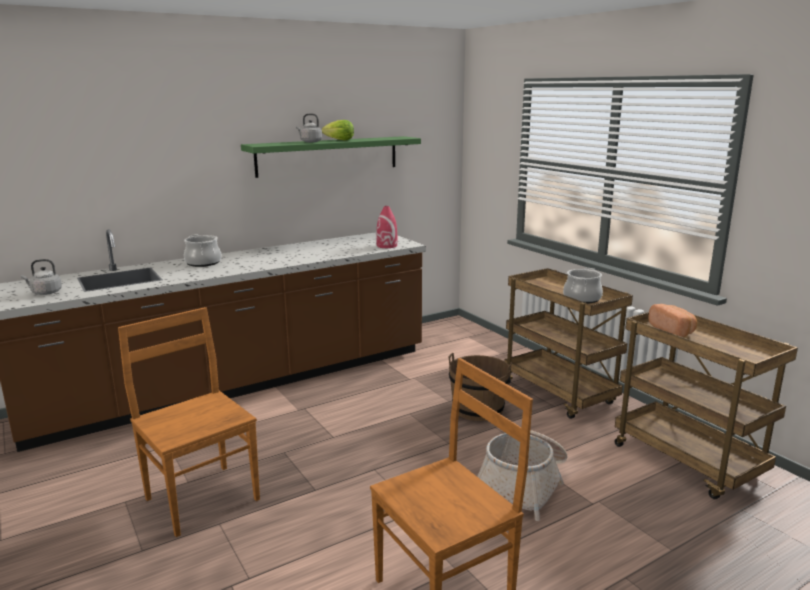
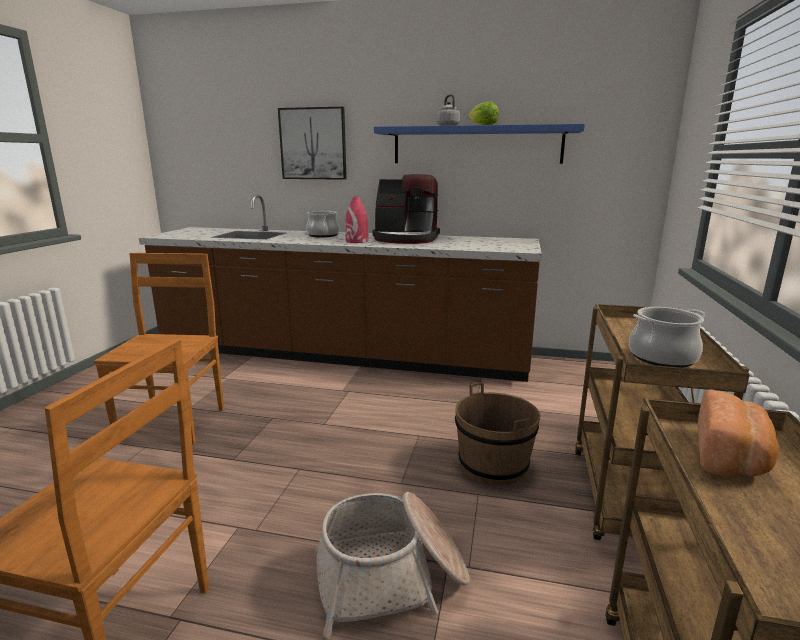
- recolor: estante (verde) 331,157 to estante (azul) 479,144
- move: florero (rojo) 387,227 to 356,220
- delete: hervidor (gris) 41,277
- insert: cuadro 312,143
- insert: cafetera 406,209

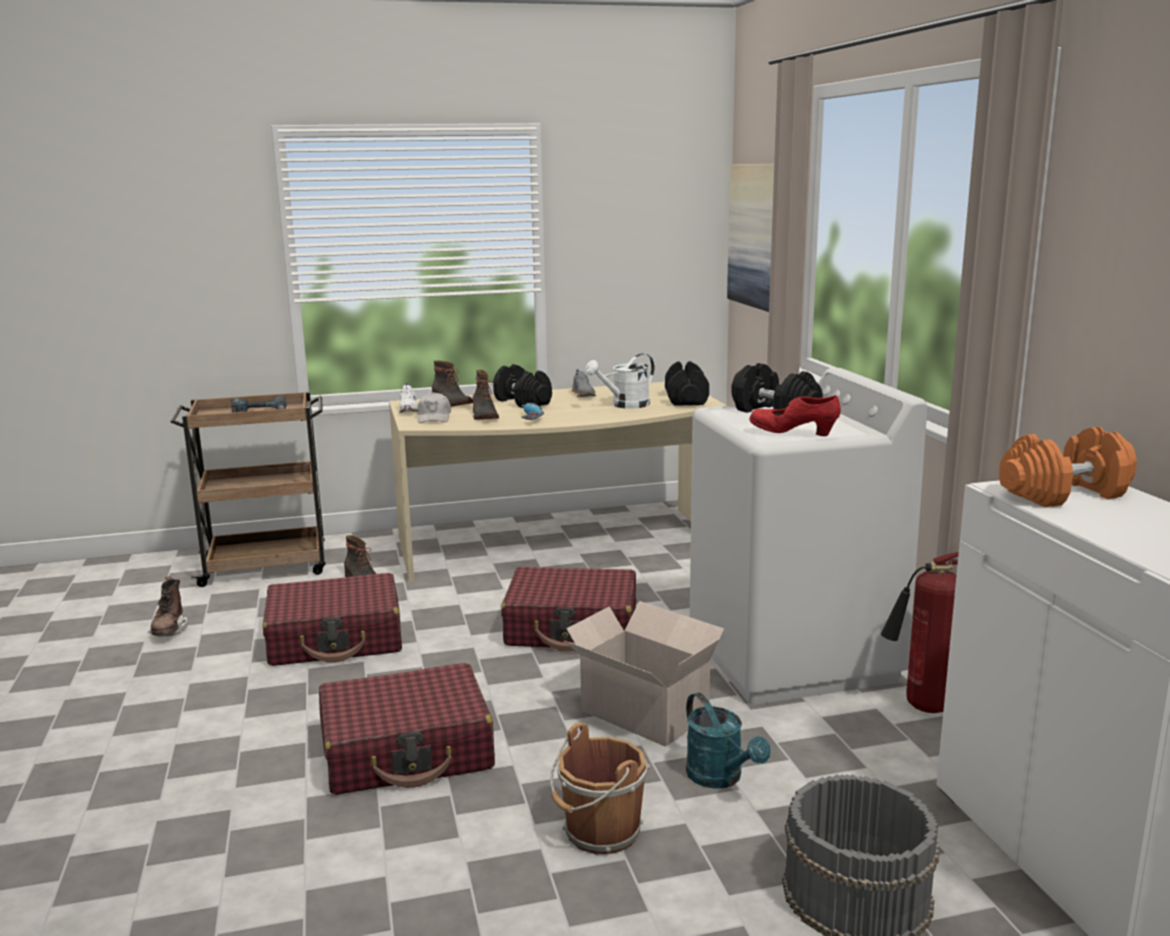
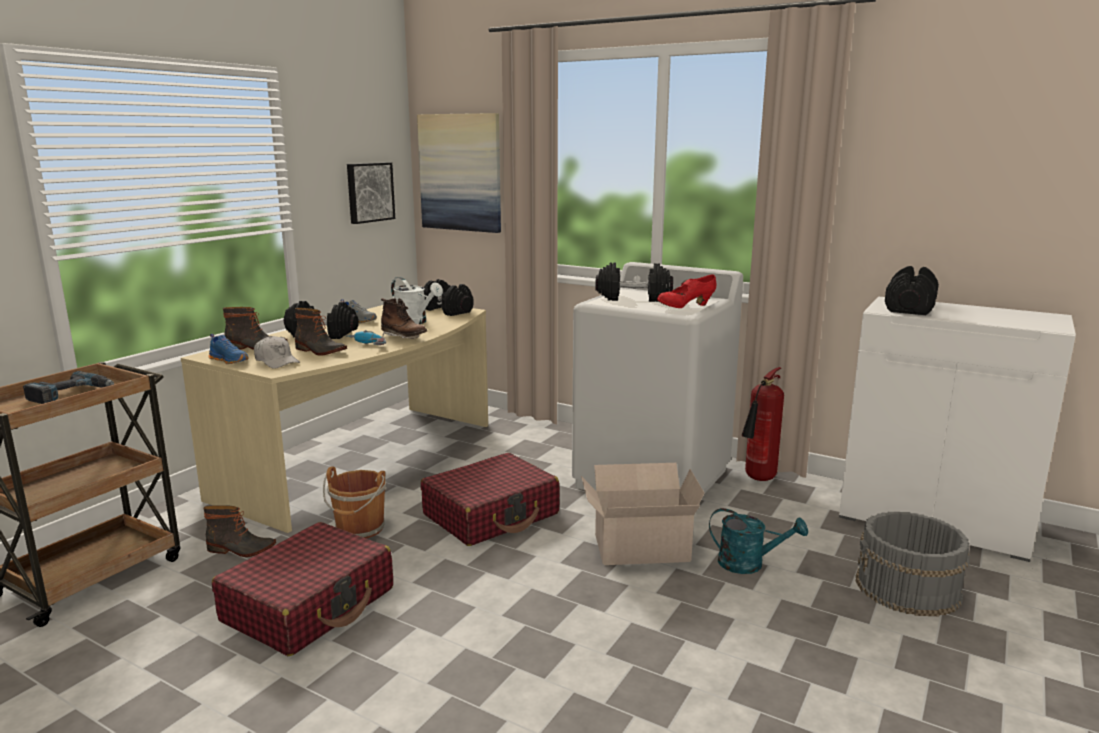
- rotate: regadera (blanco) 620,381 = 417,300 60 degrees counterclockwise
- recolor: zapato (blanco) 408,398 to zapato (azul) 228,349
- recolor: mancuerna (naranja) 1068,467 to mancuerna (negro) 912,290
- move: bota (marrón) 168,606 to 404,318
- delete: maleta (rojo) 407,729
- move: cubo (marrón) 600,788 to 355,502
- insert: cuadro 371,193

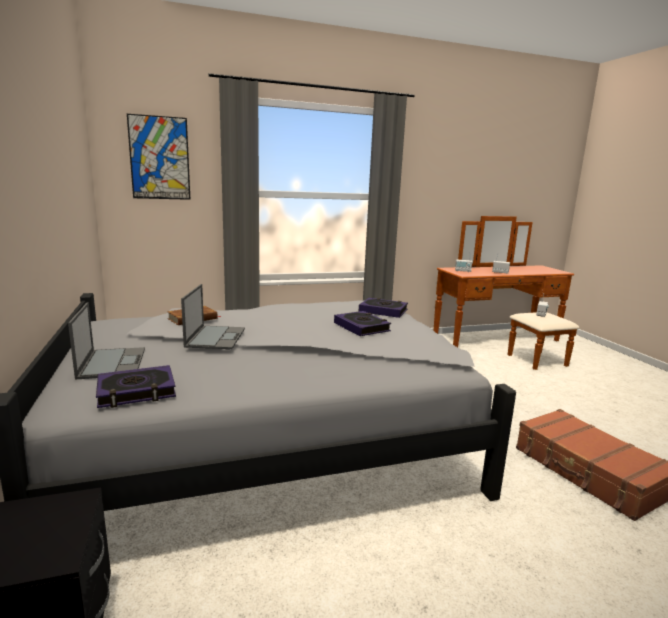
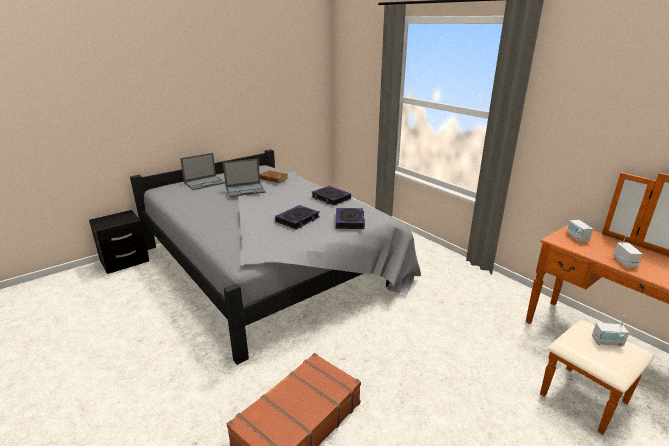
- delete: cuadro 159,157
- move: libro 136,386 to 331,196

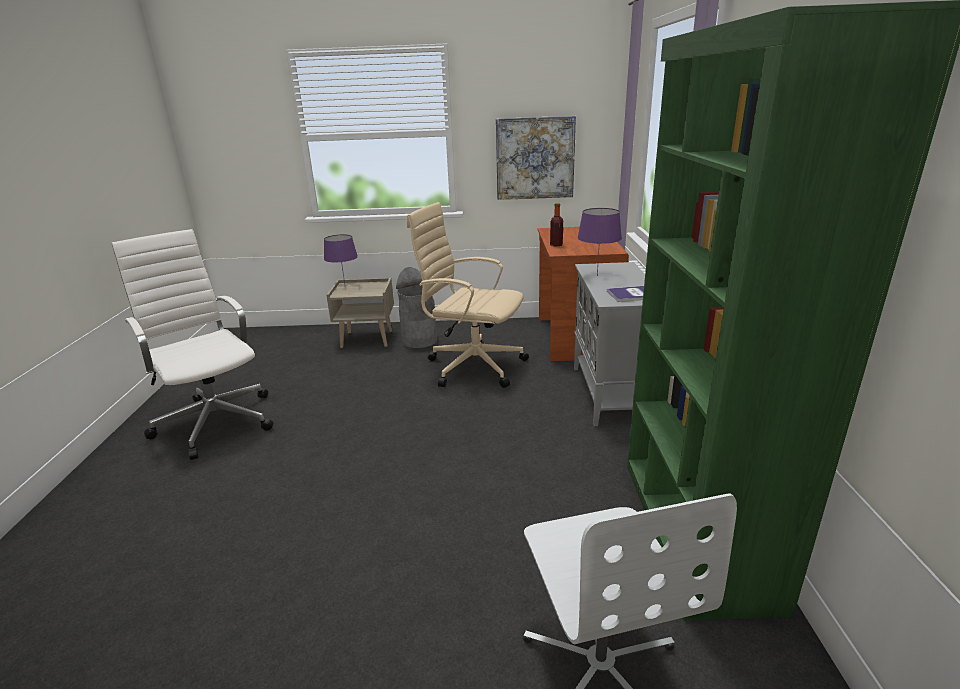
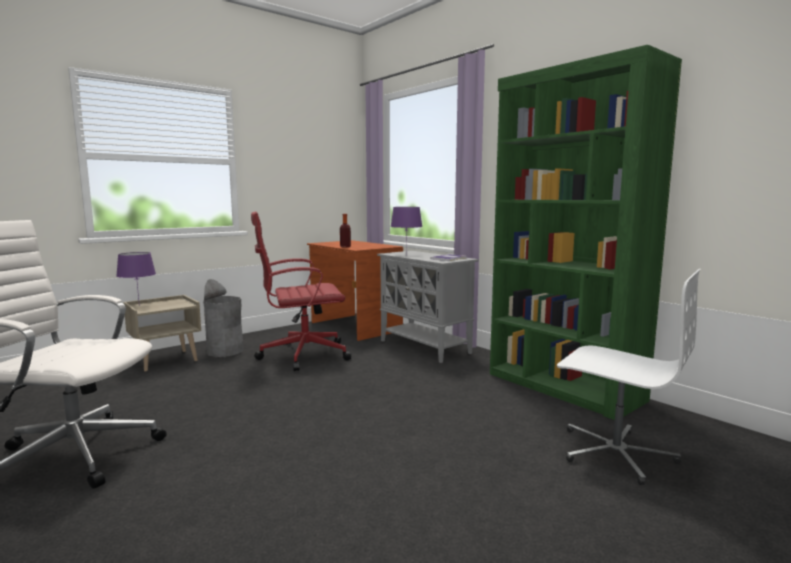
- delete: cuadro 536,158
- recolor: silla de oficina (beis) 468,295 to silla de oficina (rojo) 301,291

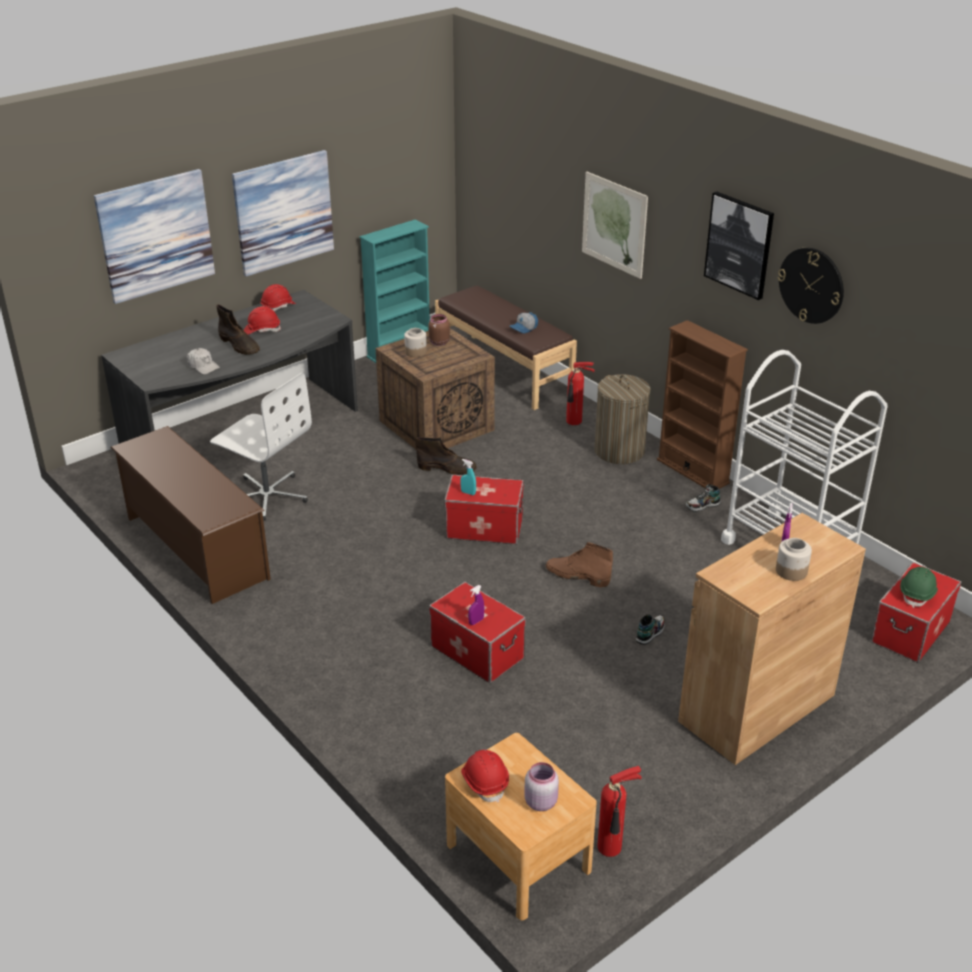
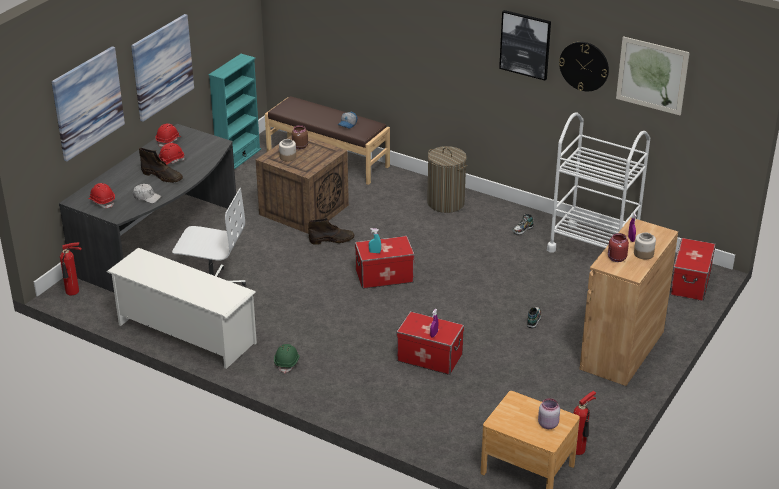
- move: cuadro 615,225 to 653,75
- delete: estantería (marrón) 702,404
- move: extintor 580,393 to 70,268
- recolor: zapatero (marrón) 191,515 to zapatero (blanco) 182,308
- delete: bota (marrón) 579,564
- move: casco (verde) 919,587 to 287,358
- move: casco (rojo) 485,776 to 101,195
- insert: tarro (rojo) 618,247

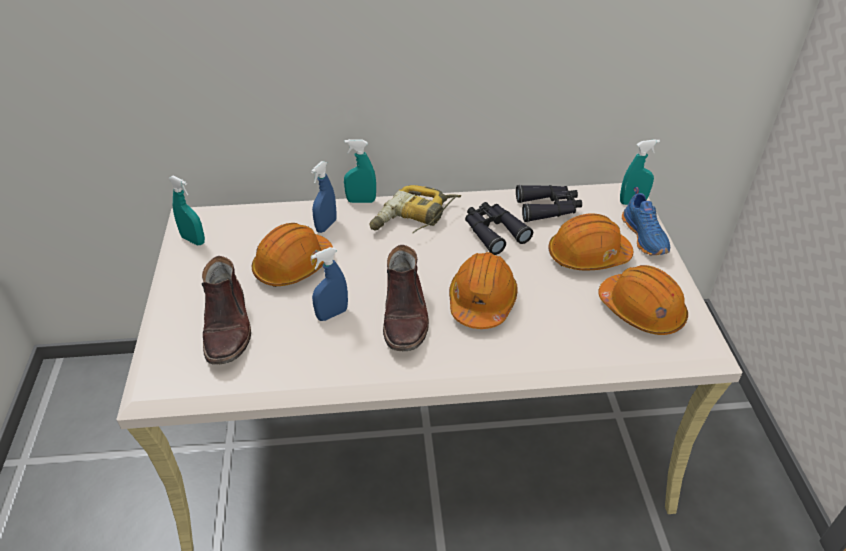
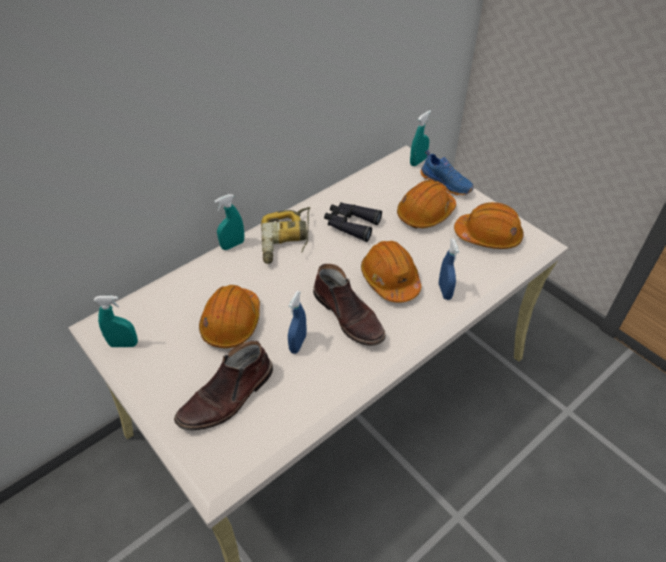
- move: pulverizador (azul) 324,197 to 449,269
- delete: prismáticos (negro) 549,203
- rotate: bota (marrón) 226,310 = 223,385 90 degrees clockwise

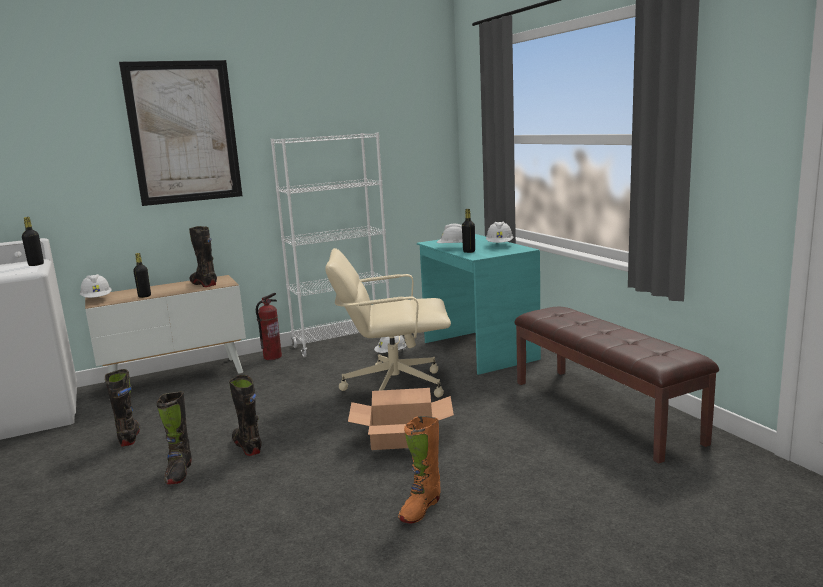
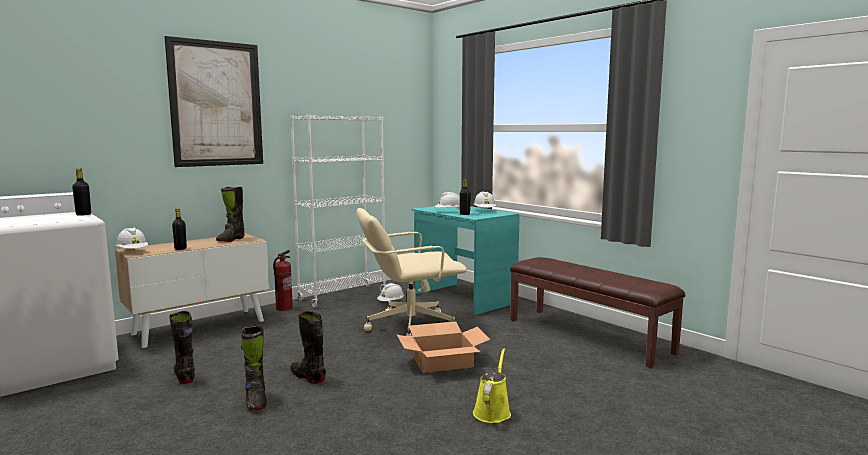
- rotate: bota (negro) 203,256 = 230,214 105 degrees counterclockwise
- replace: bota (naranja) 419,469 to regadera (amarillo) 492,385

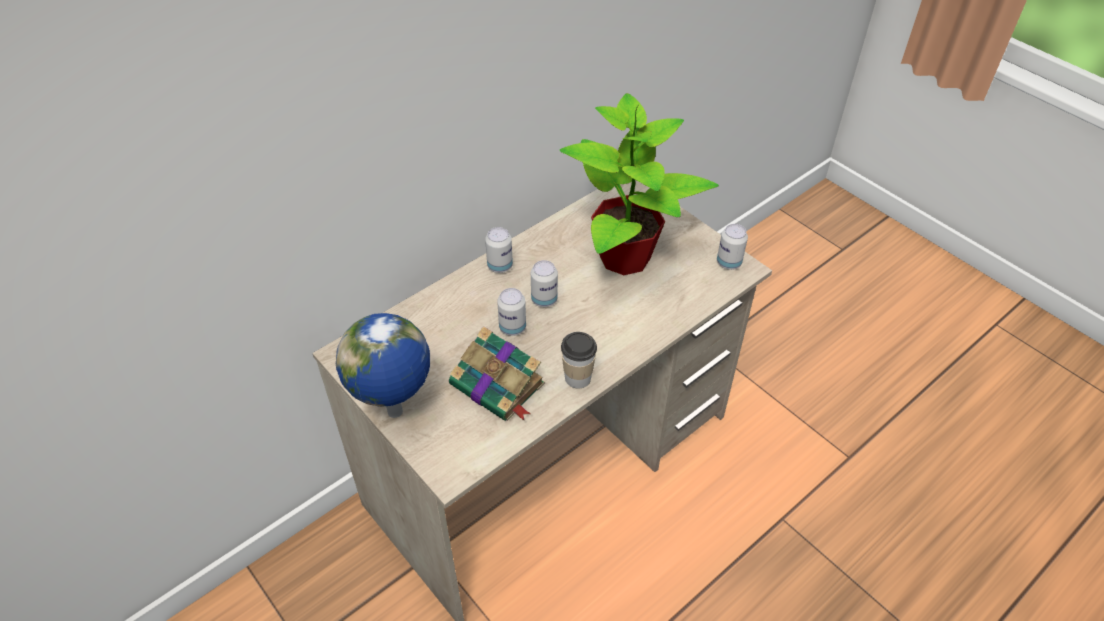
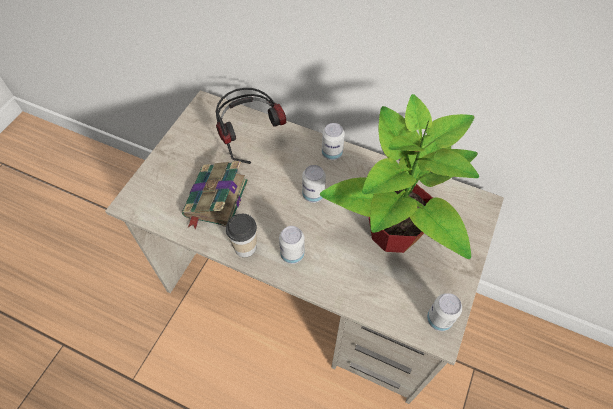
- move: lata 511,312 to 291,245
- delete: globo terráqueo 383,365
- insert: auriculares 251,126

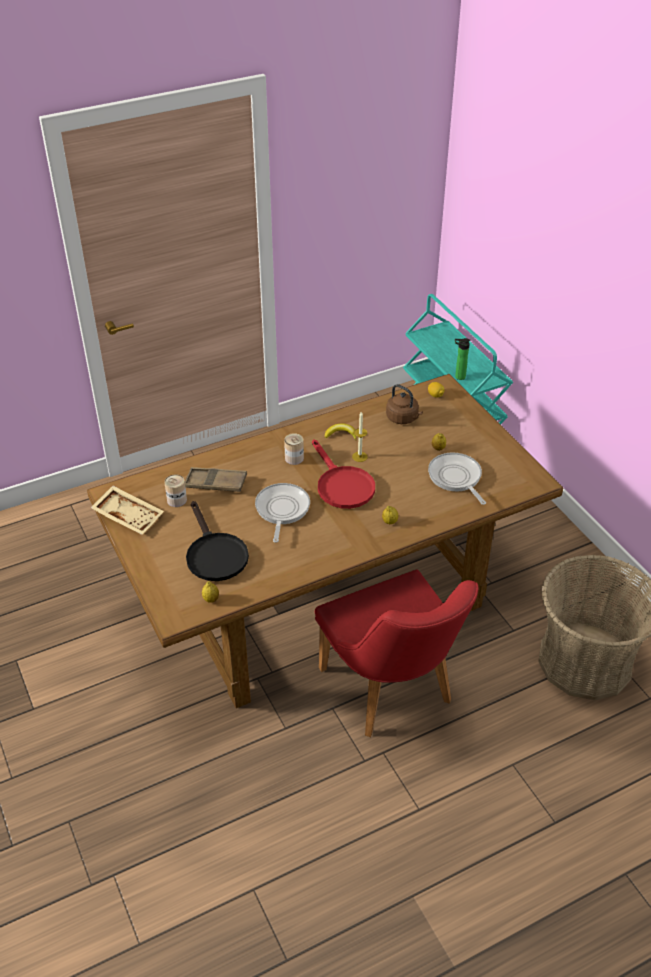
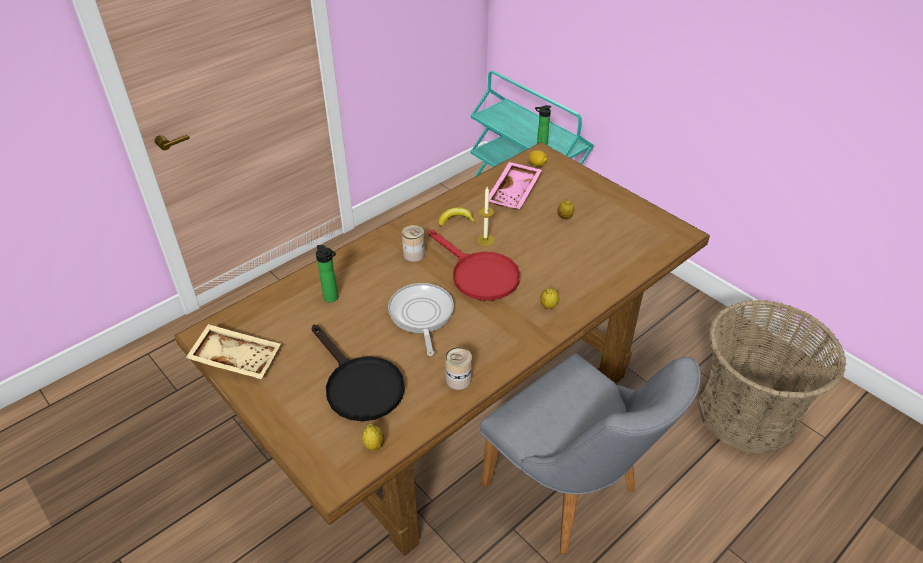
- replace: hervidor (marrón) 404,404 to bandeja (rosa) 515,185
- delete: sartén 457,479
- replace: bandeja (marrón) 216,479 to botella 327,273
- move: lata 175,490 to 458,368
- recolor: silla (rojo) 396,653 to silla (gris) 590,453

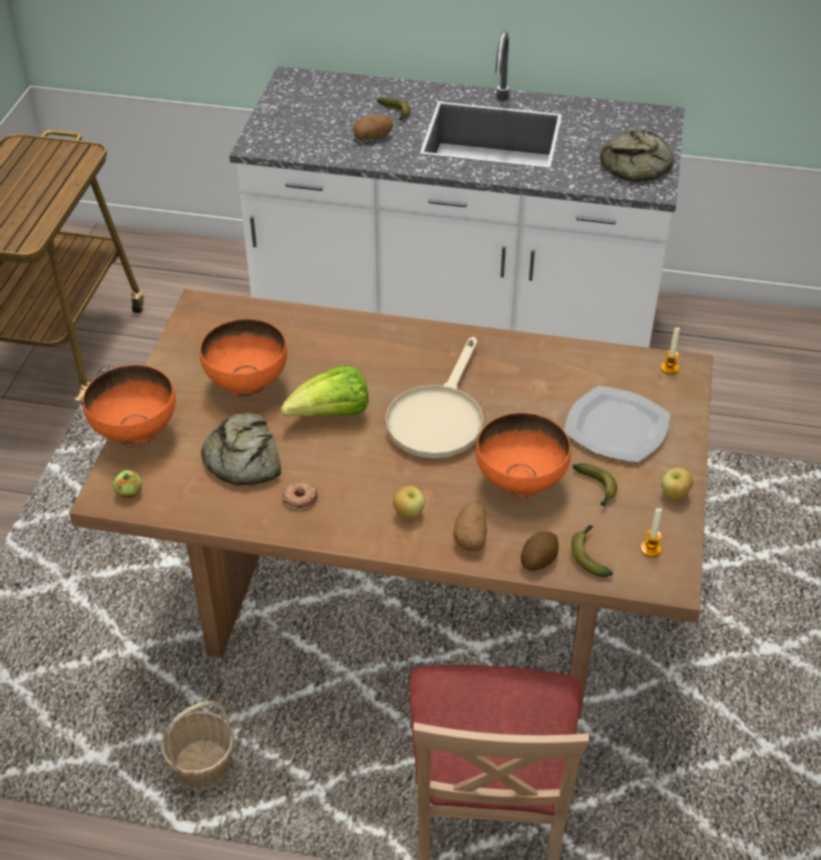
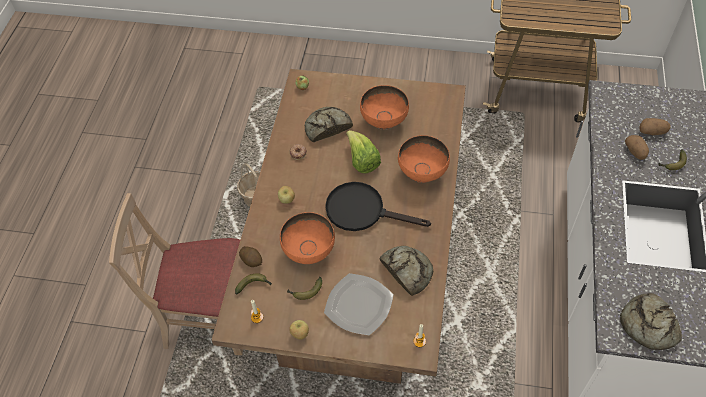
- recolor: sartén (beis) 434,398 to sartén (negro) 378,206
- move: cuenco (naranja) 129,406 to 424,159
- move: patata 470,526 to 655,126
- insert: pan 406,271

